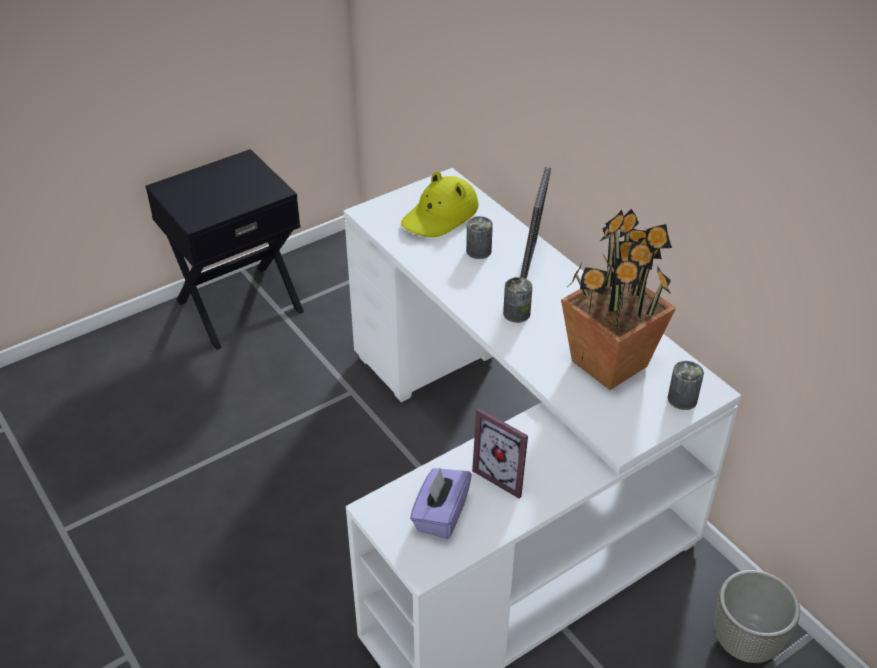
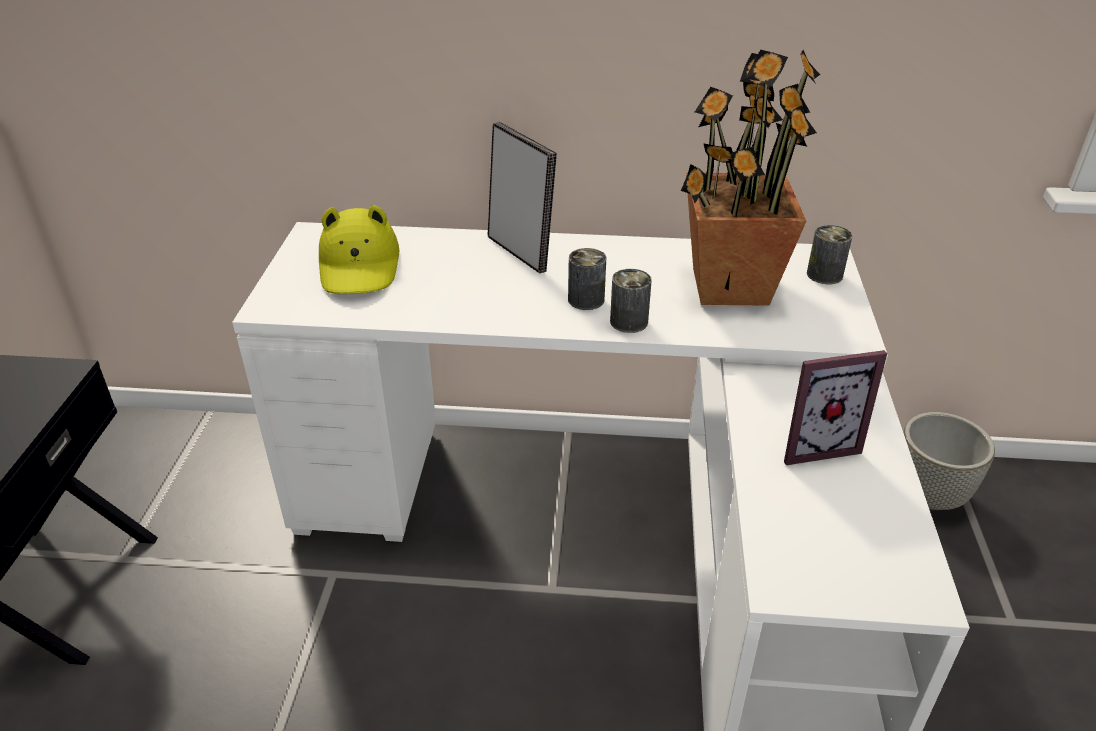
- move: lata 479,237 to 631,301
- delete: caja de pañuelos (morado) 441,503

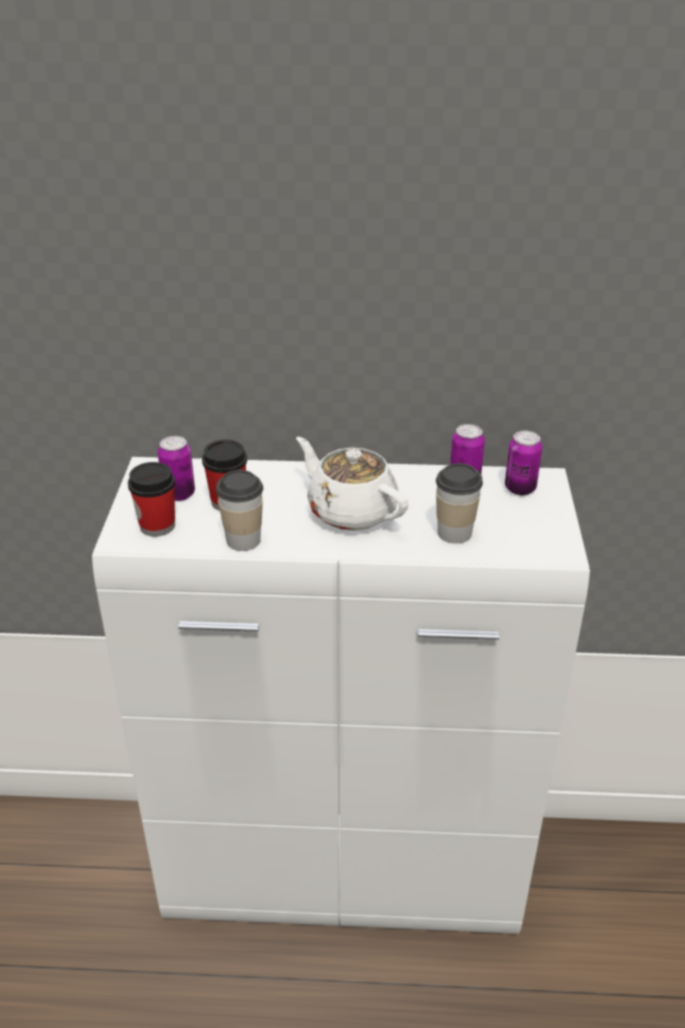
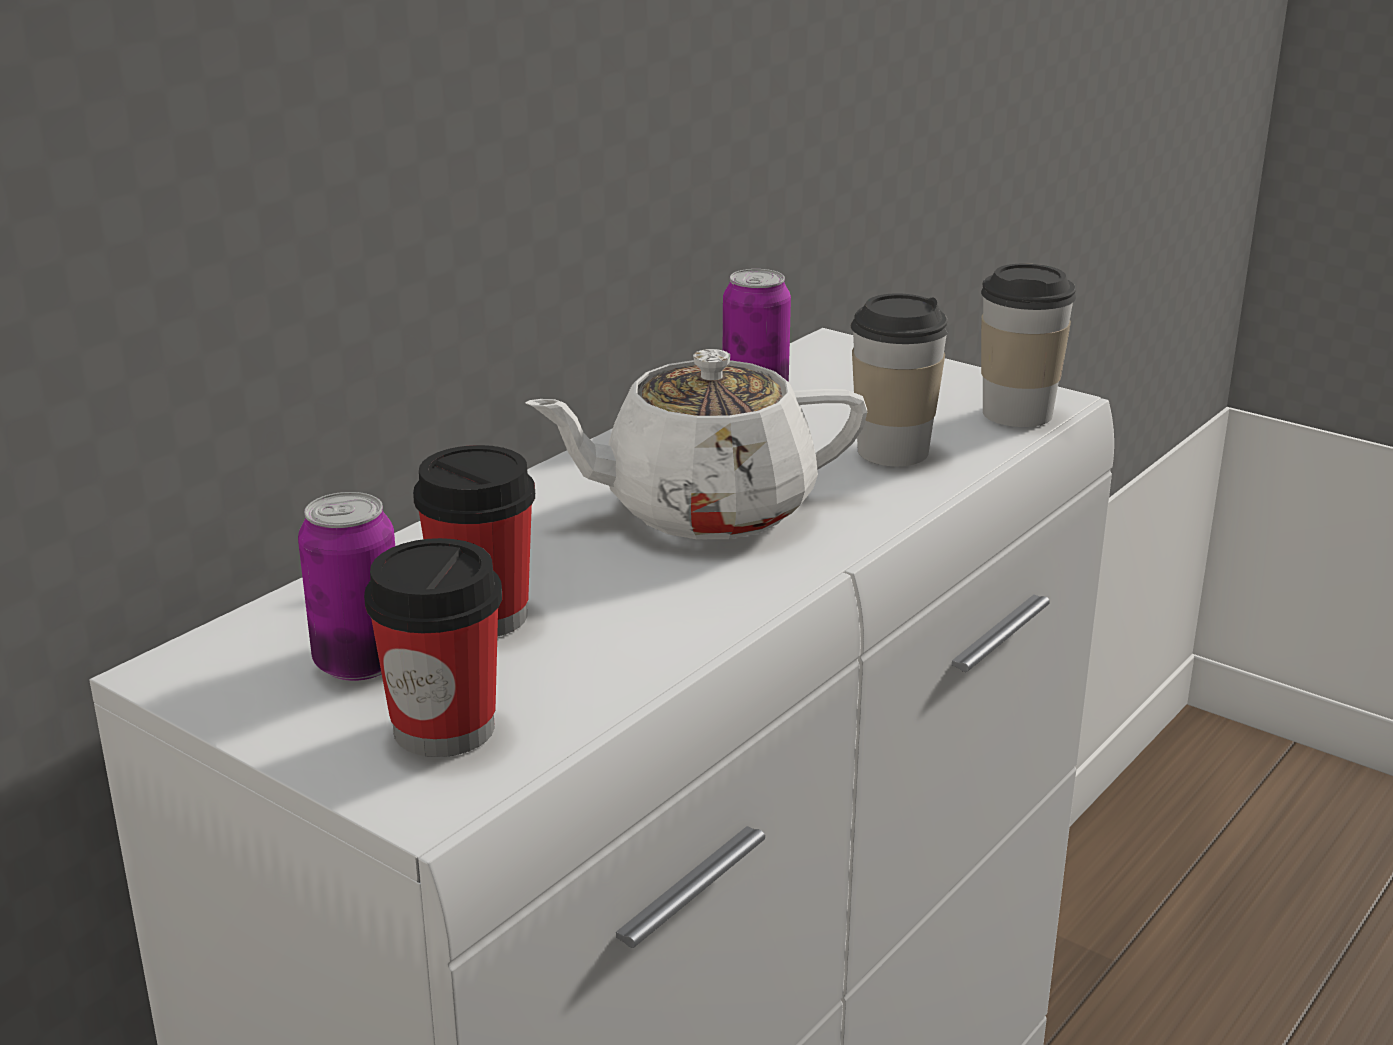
- delete: lata 523,463
- move: taza 239,510 to 1028,345

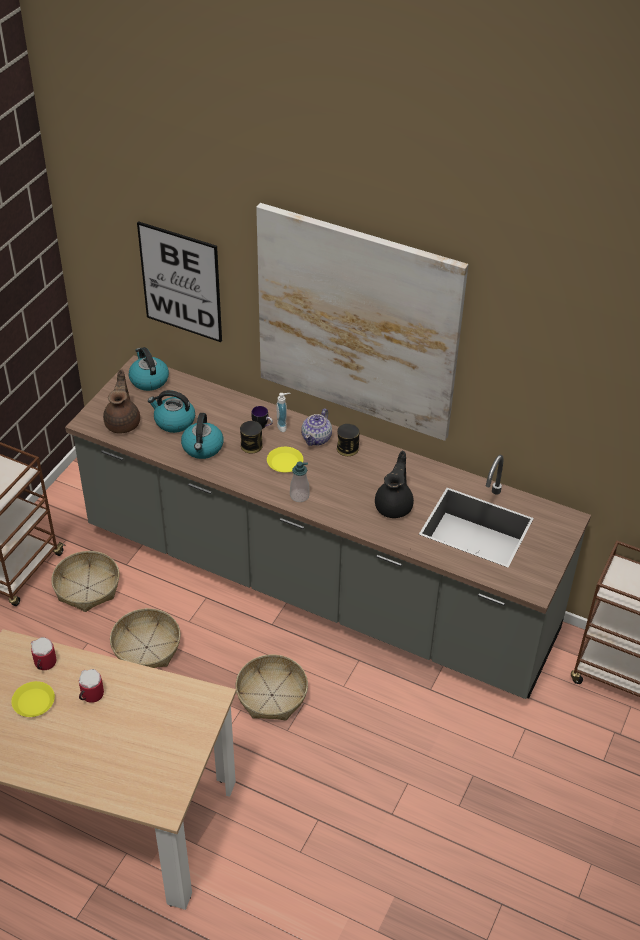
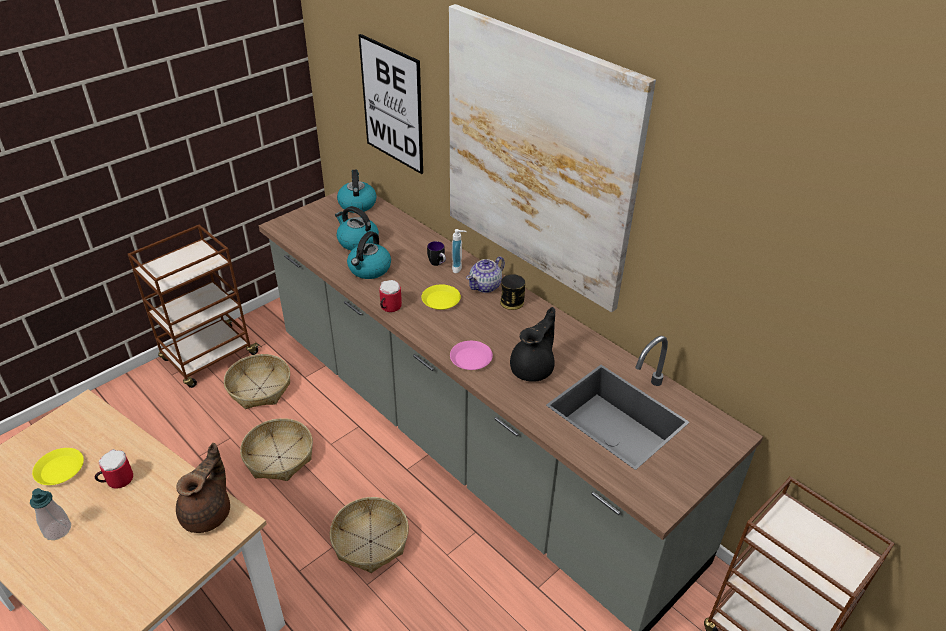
- move: tetera (marrón) 121,401 to 203,488
- delete: lata 251,437
- move: dispensador de jabón 300,481 to 50,514
- move: taza grande 43,653 to 390,296
- insert: plato (rosa) 471,355

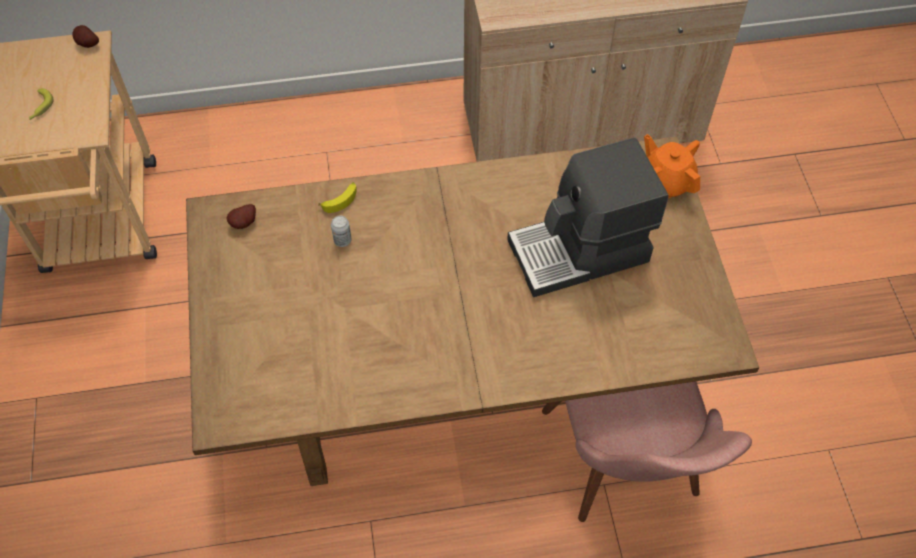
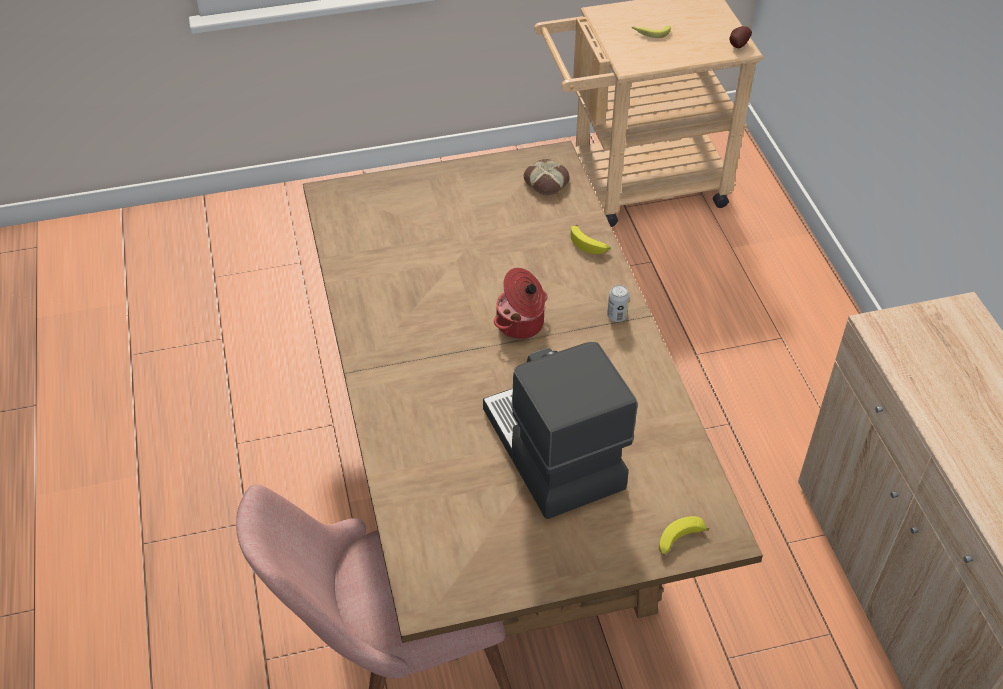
- replace: tetera (naranja) 672,166 to plátano 684,535
- replace: patata 241,216 to pan 547,177
- move: lata 341,231 to 618,303
- insert: olla 520,303

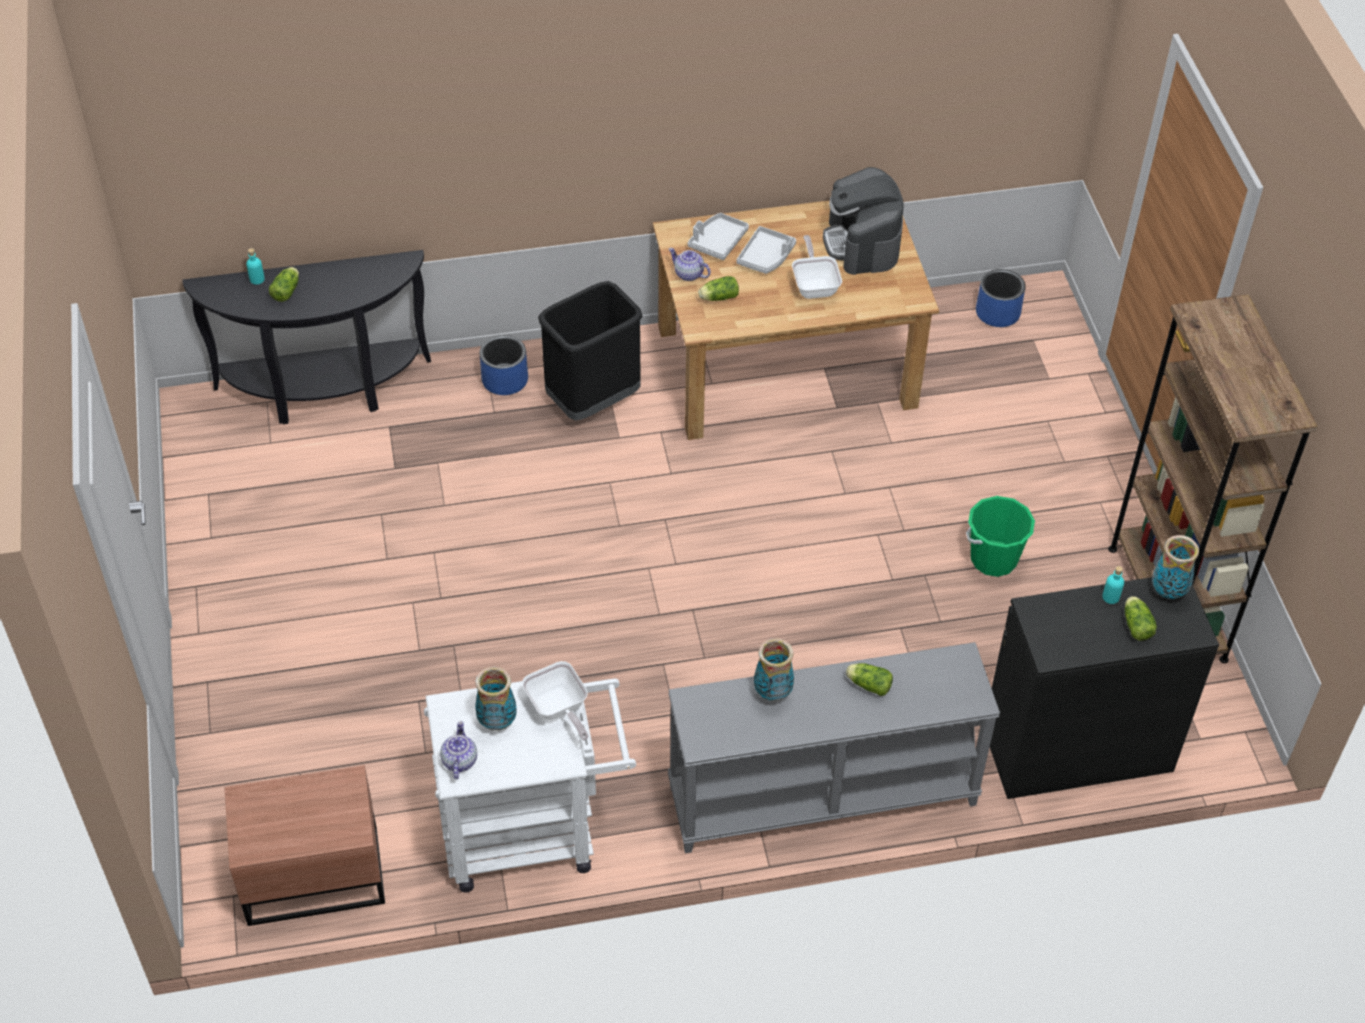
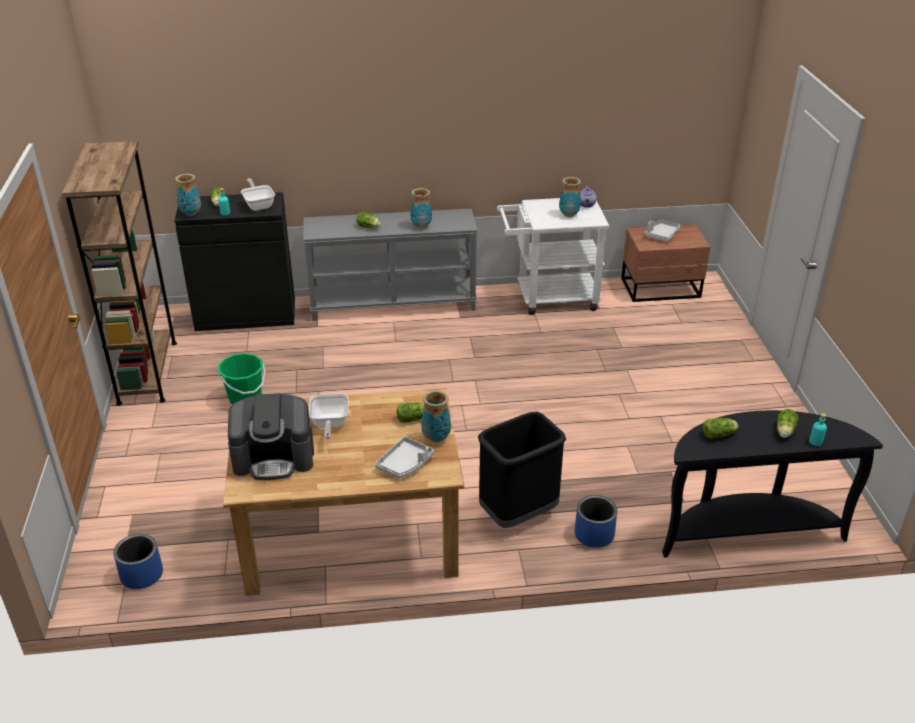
- rotate: cafetera 863,221 = 271,436 90 degrees clockwise
- move: bandeja (gris) 766,250 to 662,231
- replace: tetera 690,264 to florero 436,416
- move: sartén 555,701 to 258,194
- insert: lechuga 720,428

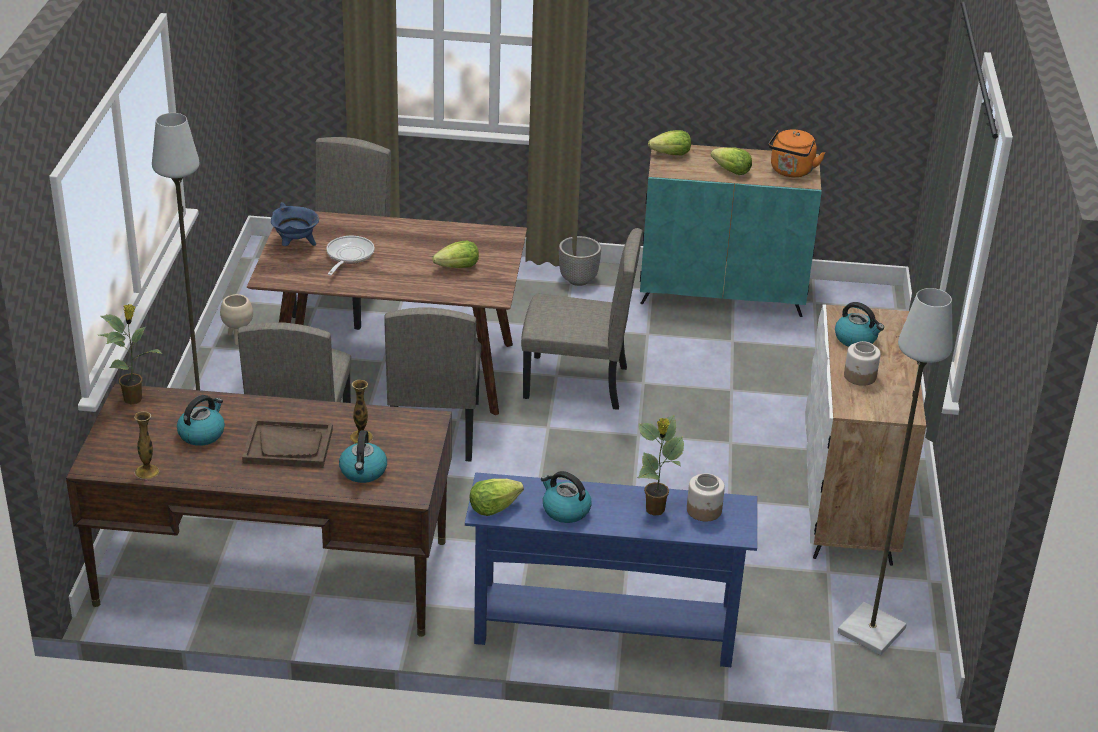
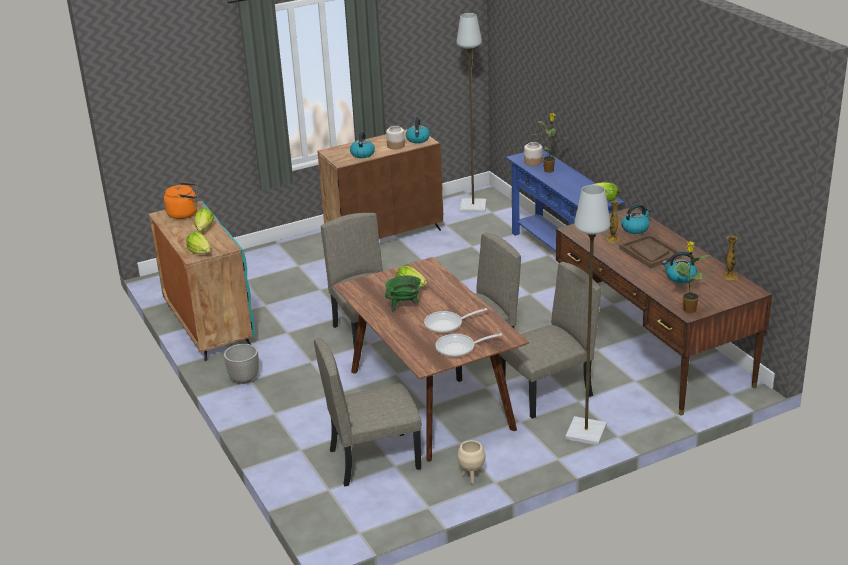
- replace: olla (azul) 295,224 to sartén 468,345
- recolor: armario (blanco) 865,435 to armario (marrón) 380,184
- move: hervidor 566,497 to 418,130
- insert: olla (verde) 403,293

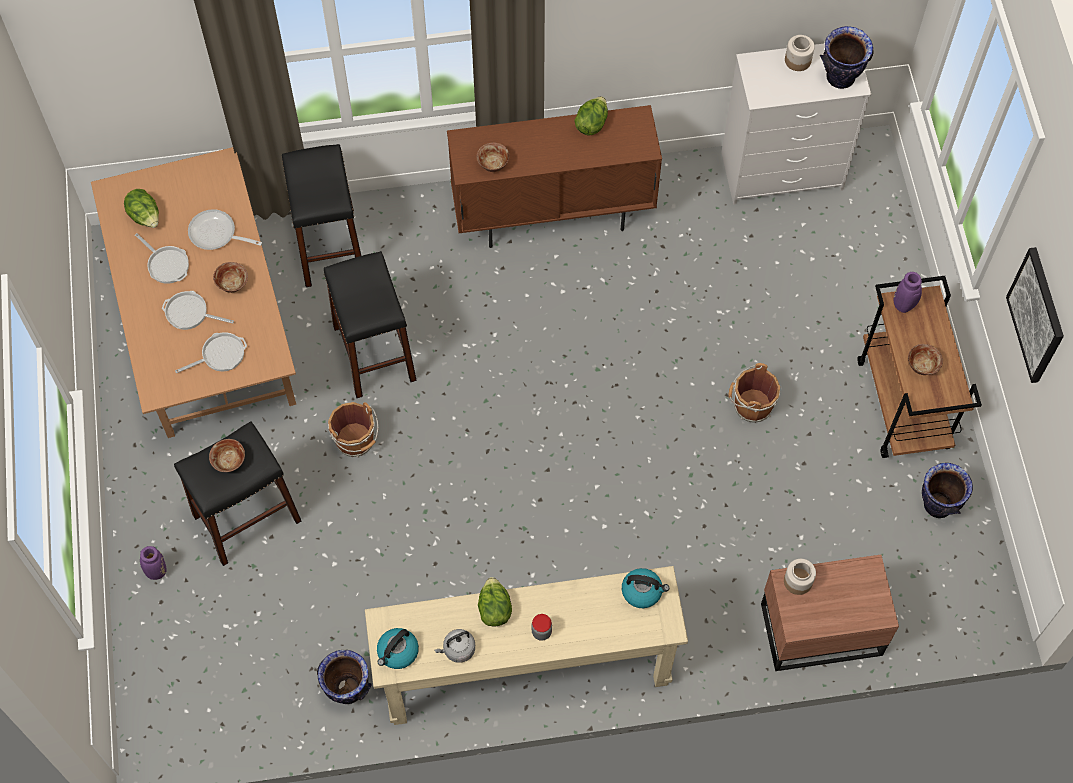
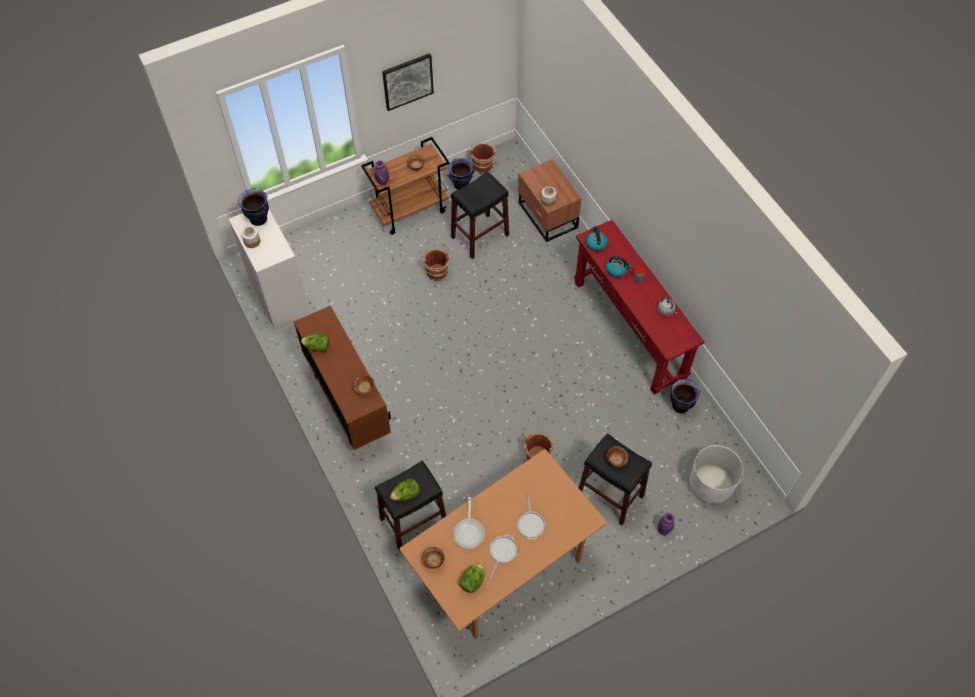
- move: taburete (negro) 370,324 to 480,215
- move: cuenco 230,277 to 433,558
- delete: sartén 211,352
- recolor: mesa consola (beis) 526,645 to mesa consola (rojo) 639,307
- move: lechuga 495,602 to 405,490
- move: hervidor 398,648 to 619,266
- insert: cubo (marrón) 483,158
- insert: maceta (blanco) 717,474

